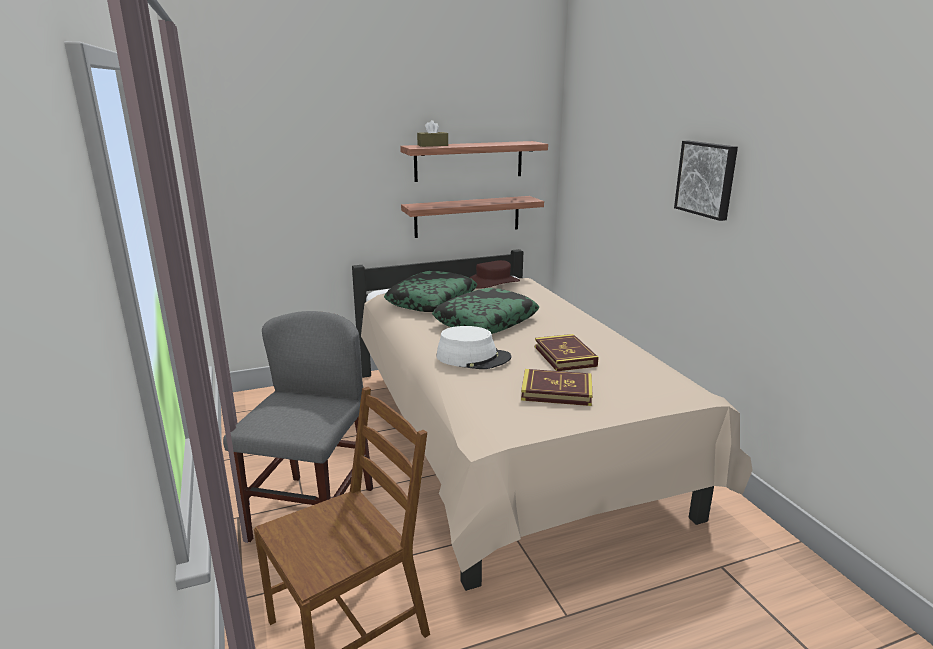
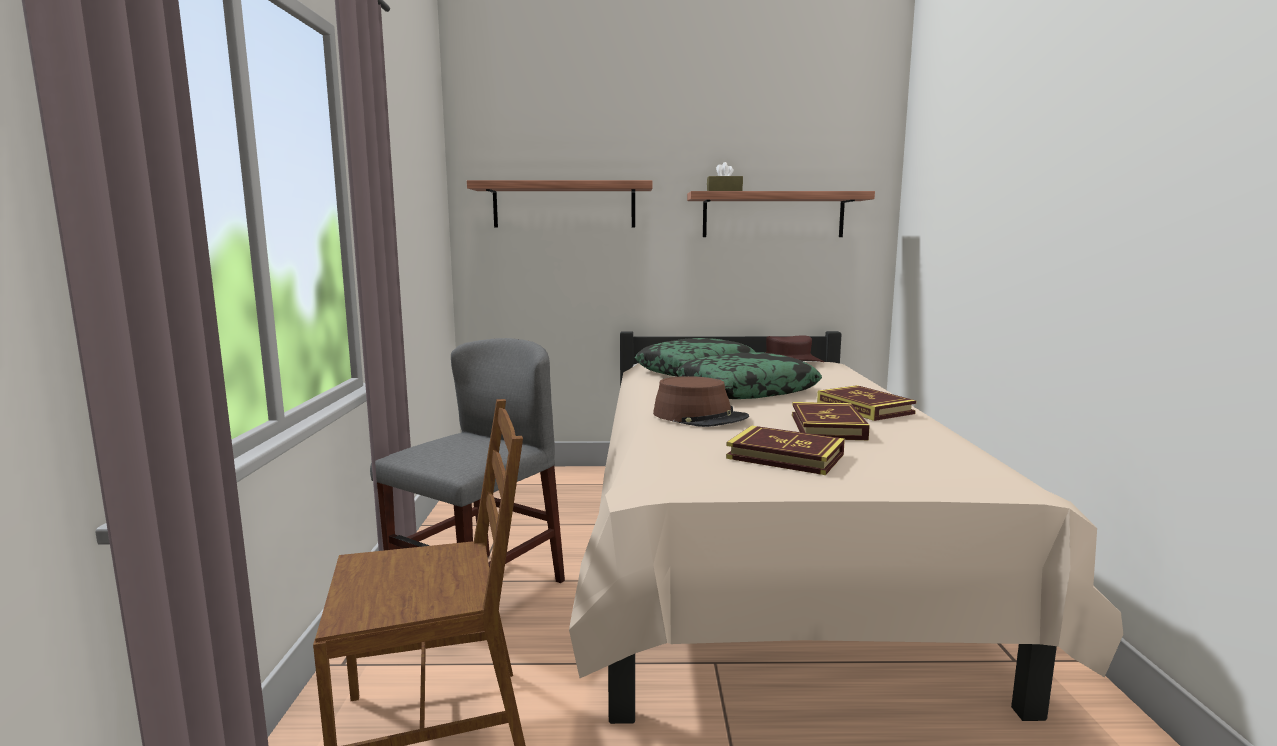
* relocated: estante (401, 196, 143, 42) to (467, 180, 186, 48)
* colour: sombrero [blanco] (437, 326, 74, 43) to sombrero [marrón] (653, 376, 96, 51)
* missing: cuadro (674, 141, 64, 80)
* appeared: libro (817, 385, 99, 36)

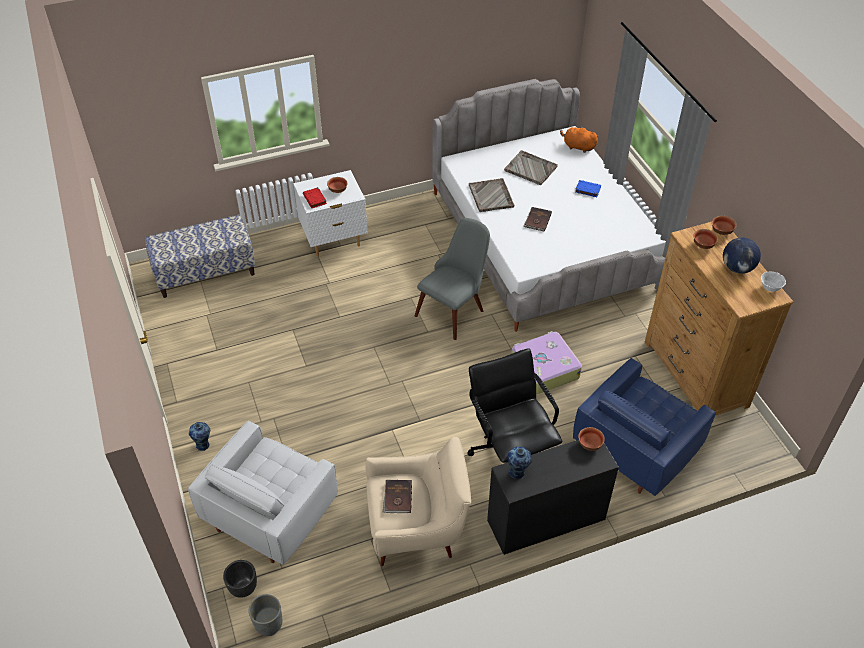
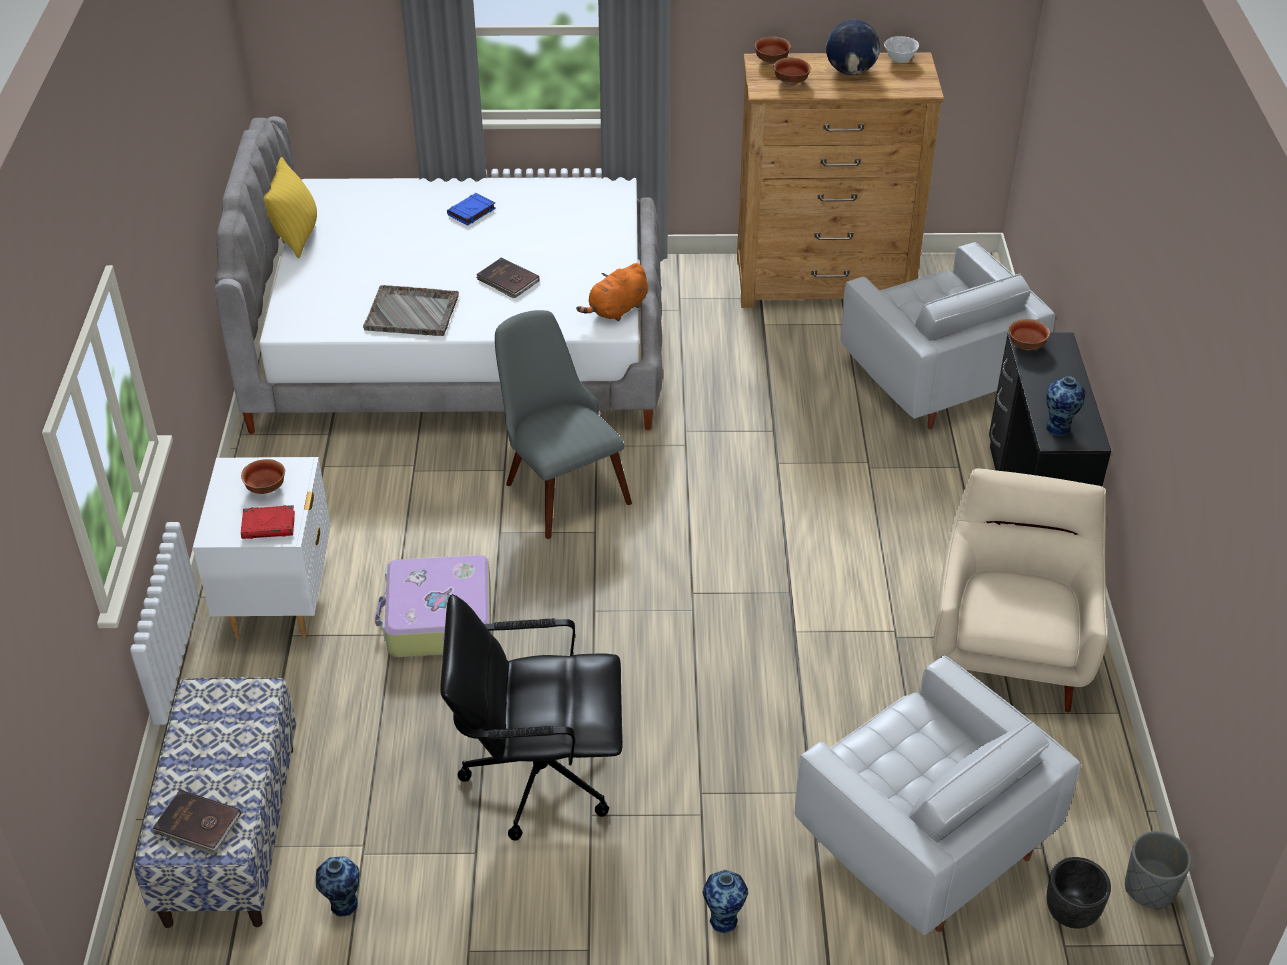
* relocated: libro [marrón] (383, 480, 29, 33) to (153, 790, 88, 65)
* relocated: silla de oficina [negro] (467, 348, 95, 115) to (440, 594, 183, 247)
* missing: bandeja [gris] (504, 150, 54, 35)
* relocated: maleta (511, 331, 71, 63) to (375, 555, 116, 102)
* relocated: peluche [naranja] (560, 126, 39, 27) to (576, 263, 72, 58)
* colour: sillón [azul] (573, 358, 143, 138) to sillón [blanco] (840, 242, 215, 188)
* appeared: cojín [amarillo] (264, 157, 53, 101)
* appeared: florero (316, 856, 43, 61)

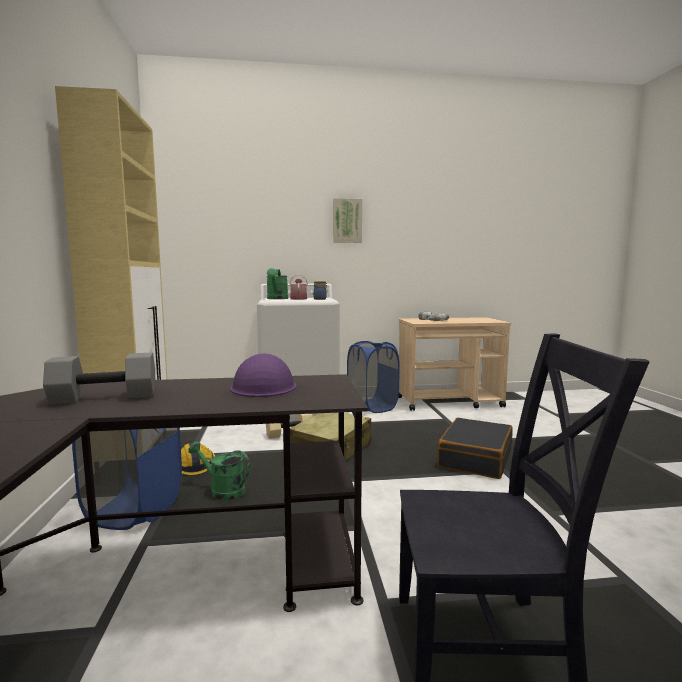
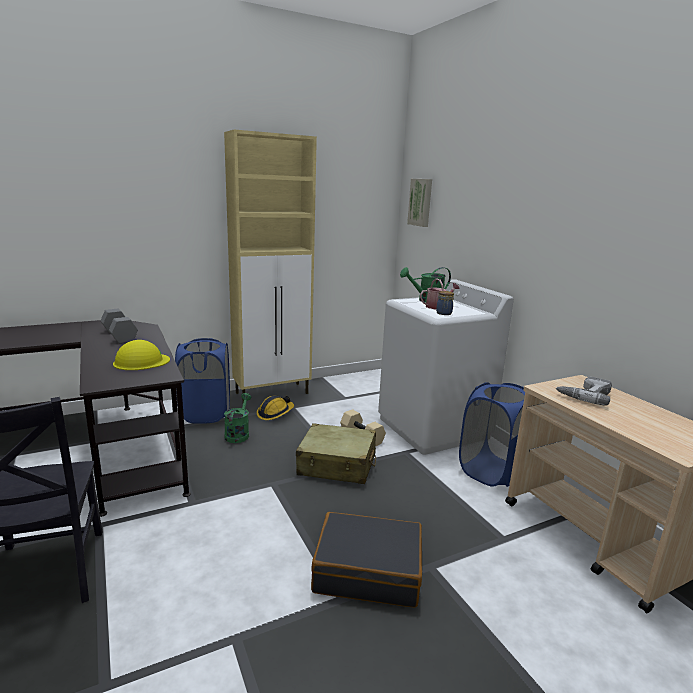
* colour: casco [morado] (230, 353, 66, 44) to casco [amarillo] (113, 340, 57, 30)
* relocated: cuadro (333, 198, 29, 45) to (407, 179, 25, 48)

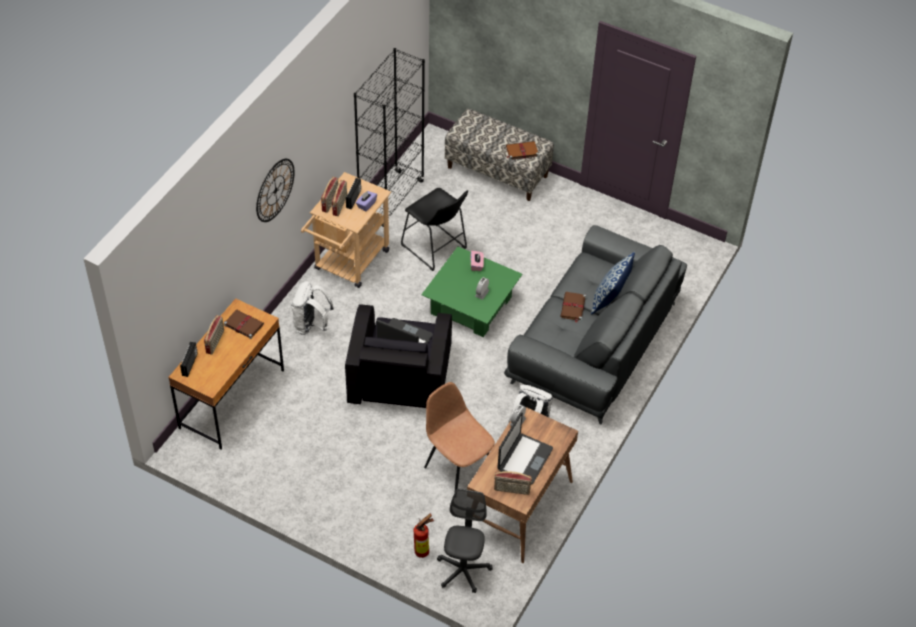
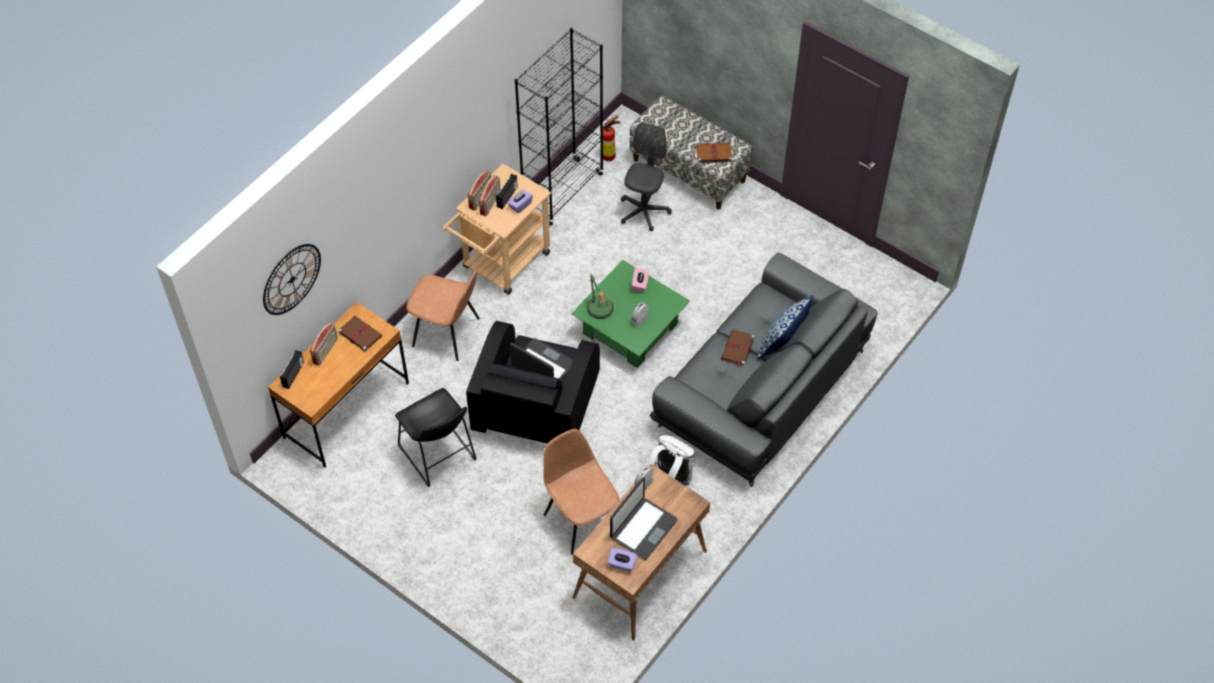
* relocated: reloj de pared (256, 159, 39, 63) to (263, 244, 58, 71)
* exchanged: mochila [blanco] (291, 281, 43, 54) to silla [marrón] (407, 269, 73, 92)
* relocated: taburete [negro] (401, 188, 67, 83) to (395, 388, 81, 99)
* relocated: extintor (413, 514, 21, 44) to (603, 115, 18, 46)
* relocated: silla de oficina [gris] (437, 488, 56, 105) to (621, 122, 51, 110)
* exchanged: radio (494, 471, 38, 24) to caja de pañuelos [morado] (608, 548, 29, 24)
* appeared: lámpara de mesa (587, 272, 26, 47)

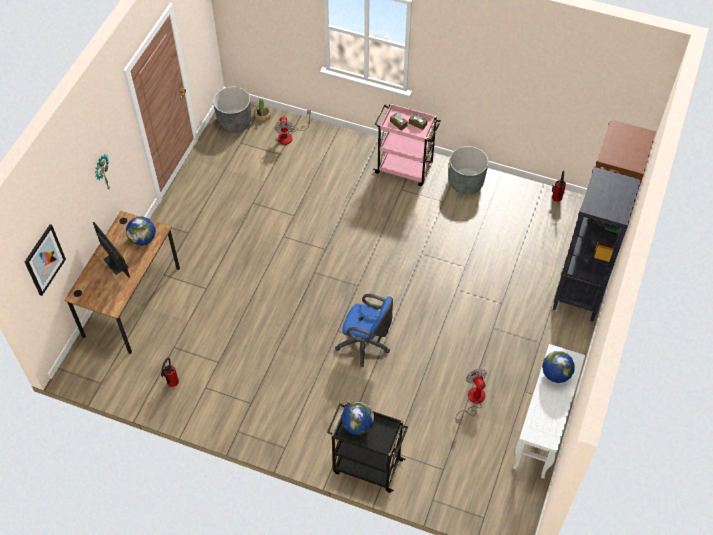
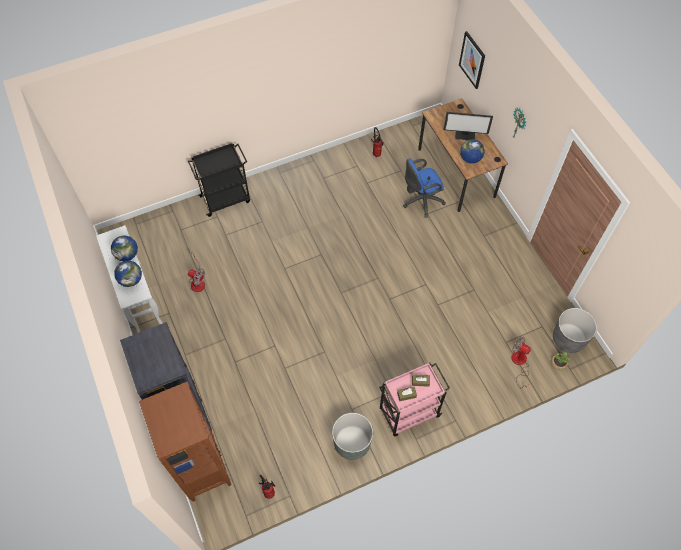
* relocated: silla de oficina [azul] (335, 294, 58, 73) to (403, 158, 43, 60)
* relocated: globo terráqueo (341, 402, 33, 33) to (111, 235, 27, 26)

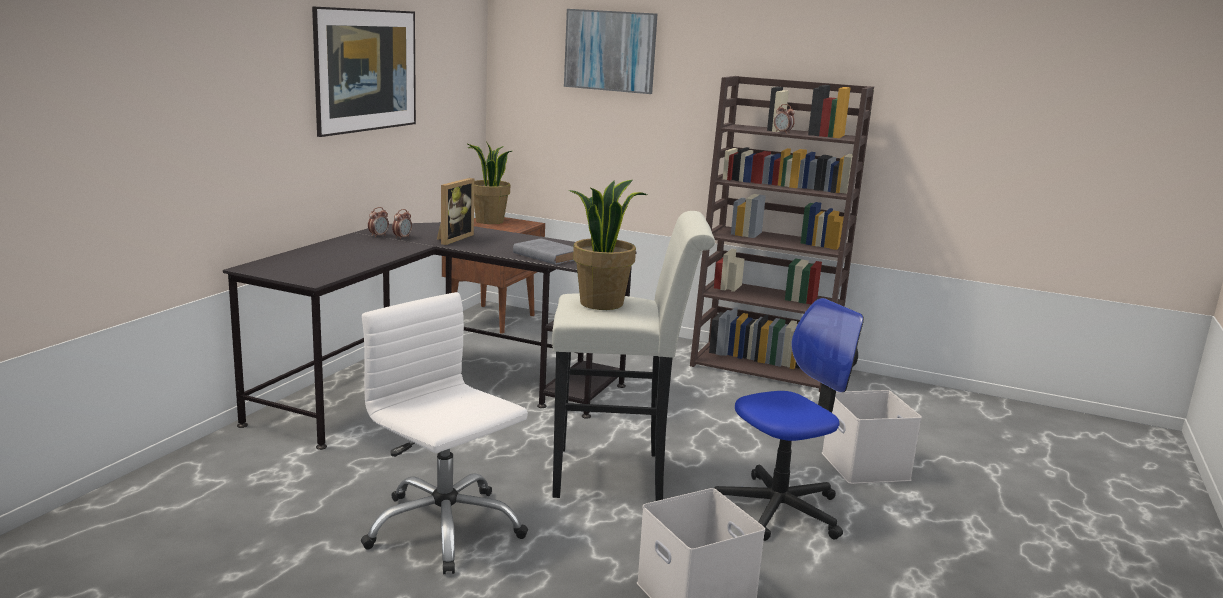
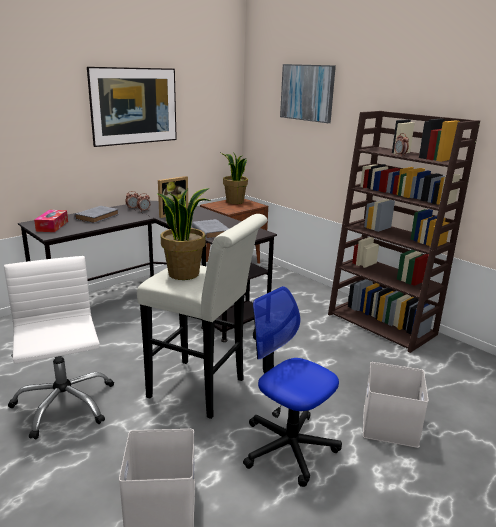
* spun: silla de oficina (714, 298, 150, 243) = (243, 286, 99, 201) 135 degrees counterclockwise
* appeared: caja de pañuelos (34, 210, 34, 22)
* appeared: libro [gris] (74, 206, 45, 17)

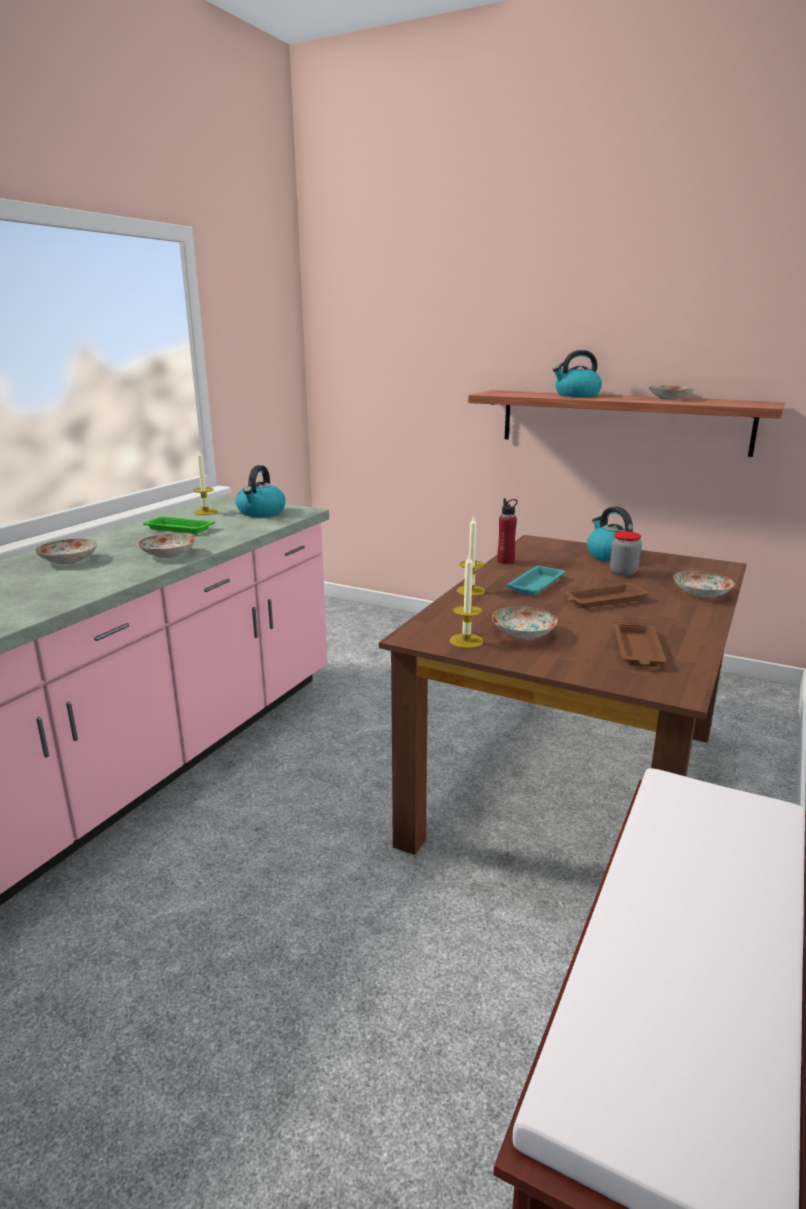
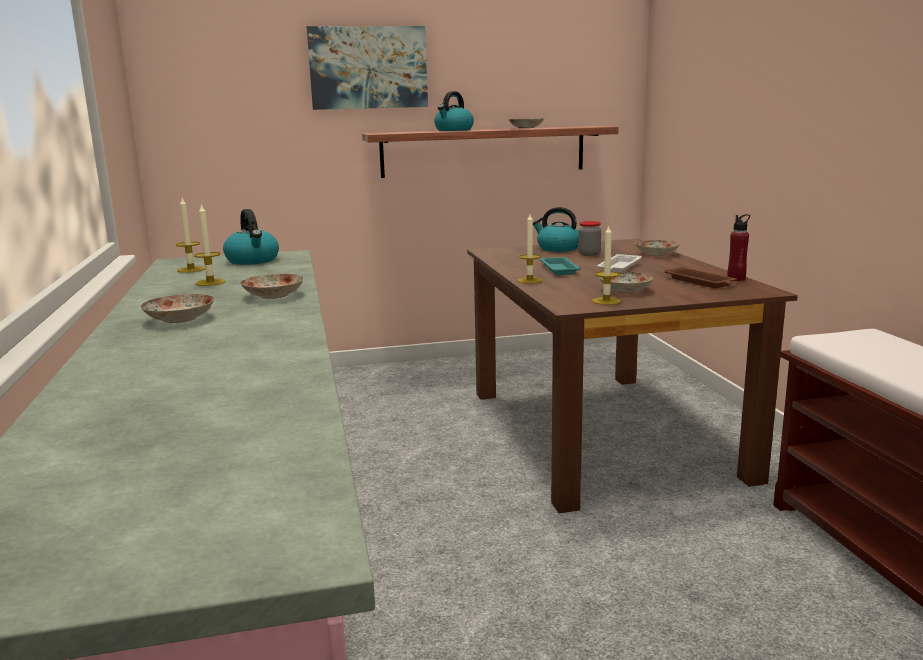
* exchanged: bandeja [verde] (143, 517, 72, 17) to vela (194, 204, 32, 82)
* relocated: botella [rojo] (497, 498, 21, 66) to (727, 214, 23, 67)
* colour: bandeja [marrón] (563, 582, 86, 26) to bandeja [blanco] (597, 254, 45, 18)
* appeared: cuadro (307, 26, 121, 84)

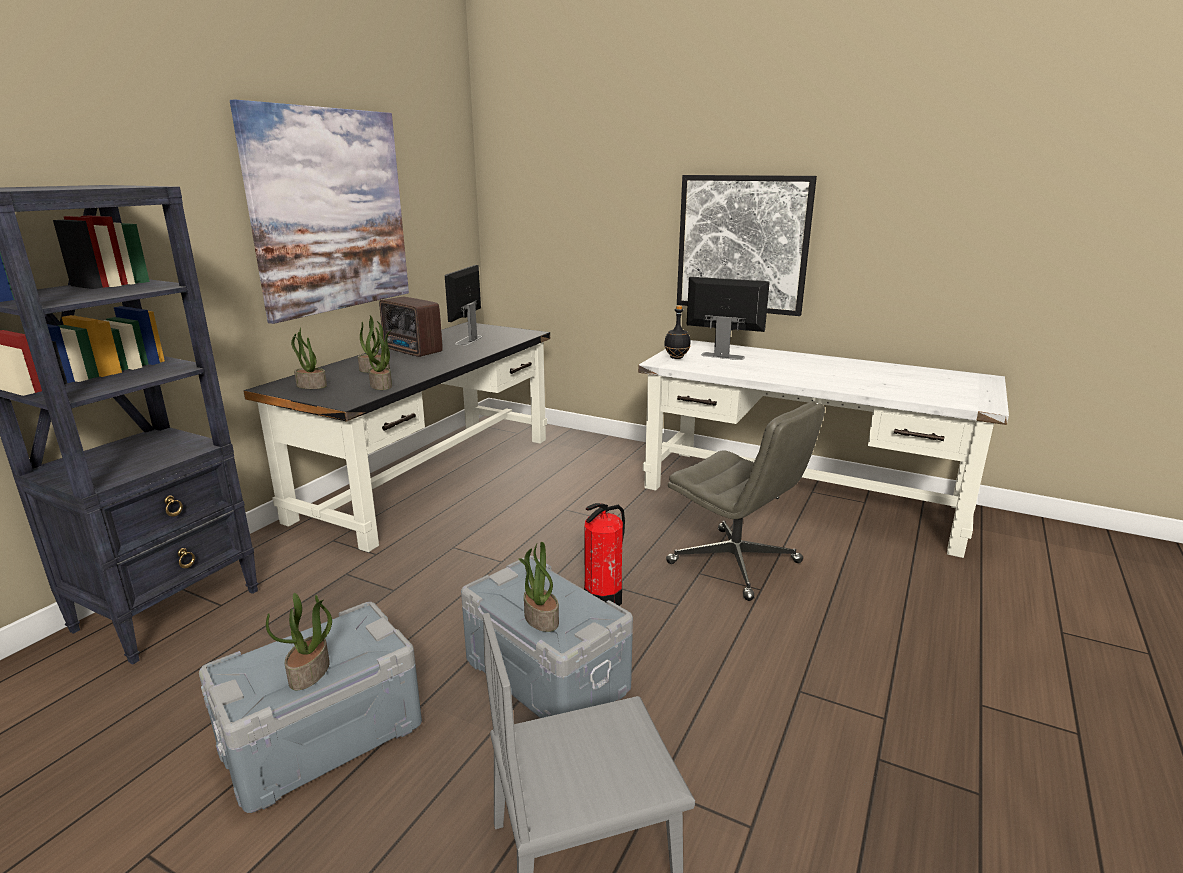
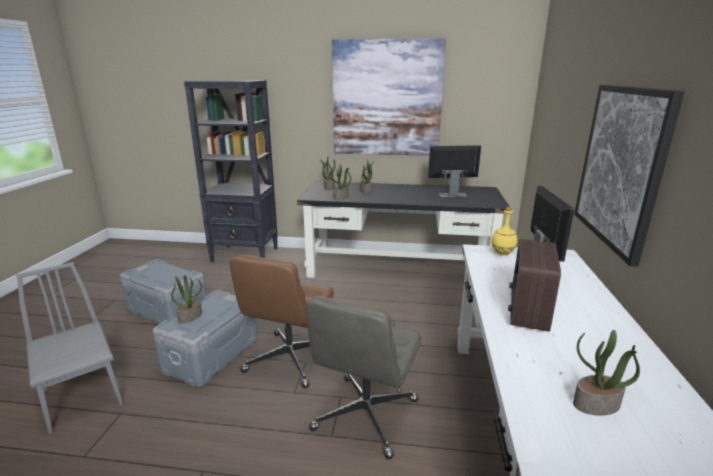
* relocated: planta en maceta (266, 593, 66, 97) to (573, 330, 67, 86)
* relocated: radio (379, 297, 64, 60) to (508, 239, 53, 93)
* exchanged: extintor (584, 503, 41, 103) to silla de oficina [marrón] (230, 254, 104, 134)
* colour: botella [negro] (664, 306, 26, 53) to botella [amarillo] (491, 207, 26, 49)

